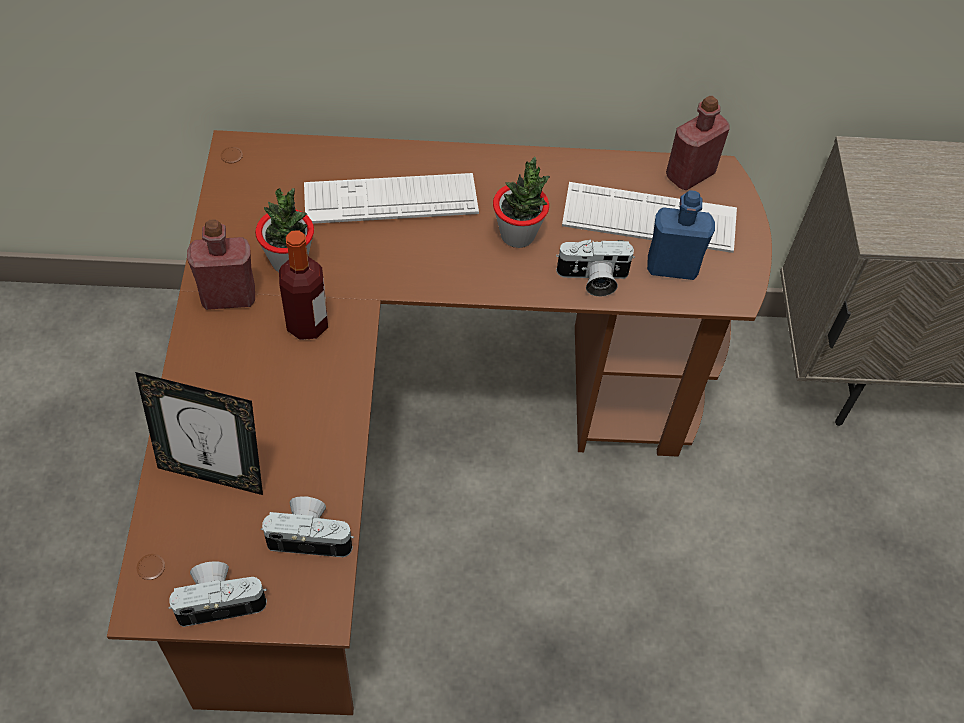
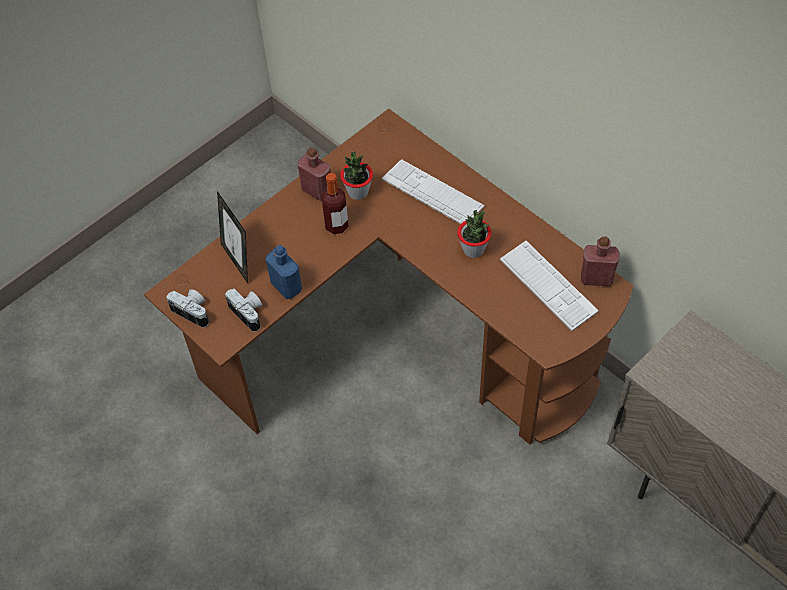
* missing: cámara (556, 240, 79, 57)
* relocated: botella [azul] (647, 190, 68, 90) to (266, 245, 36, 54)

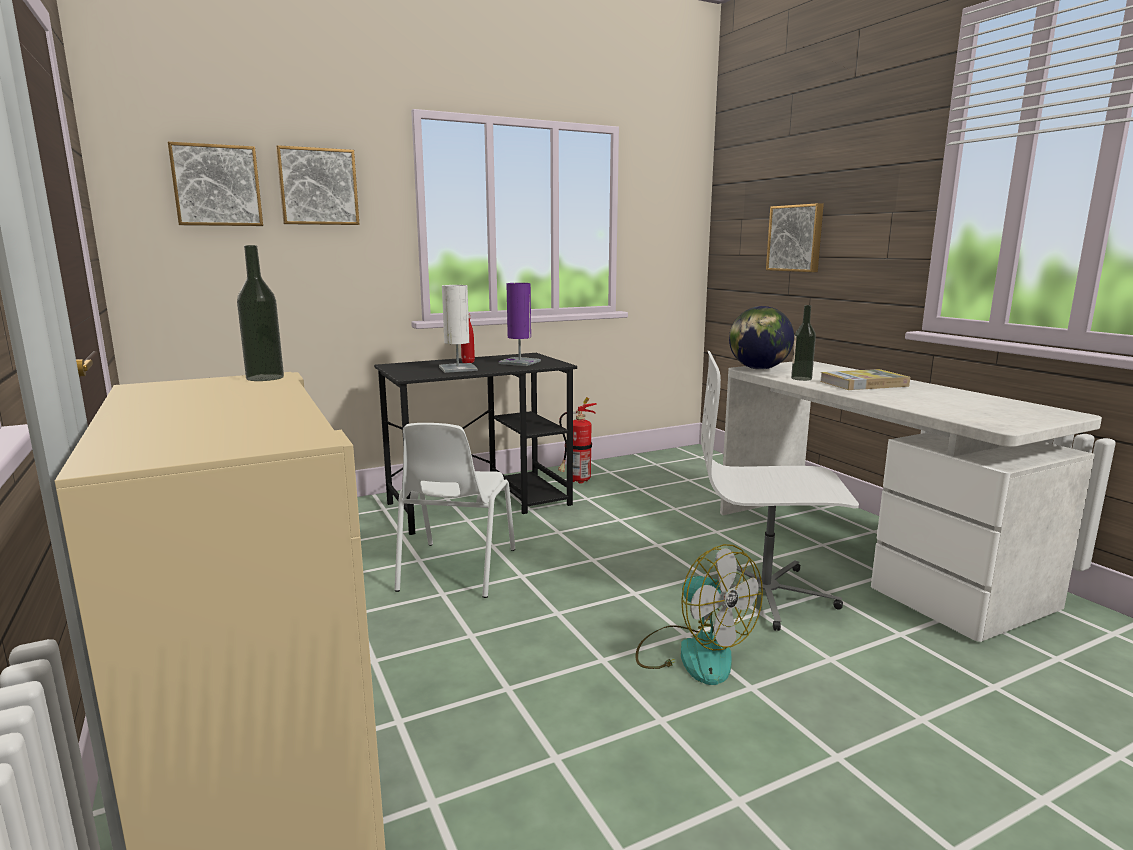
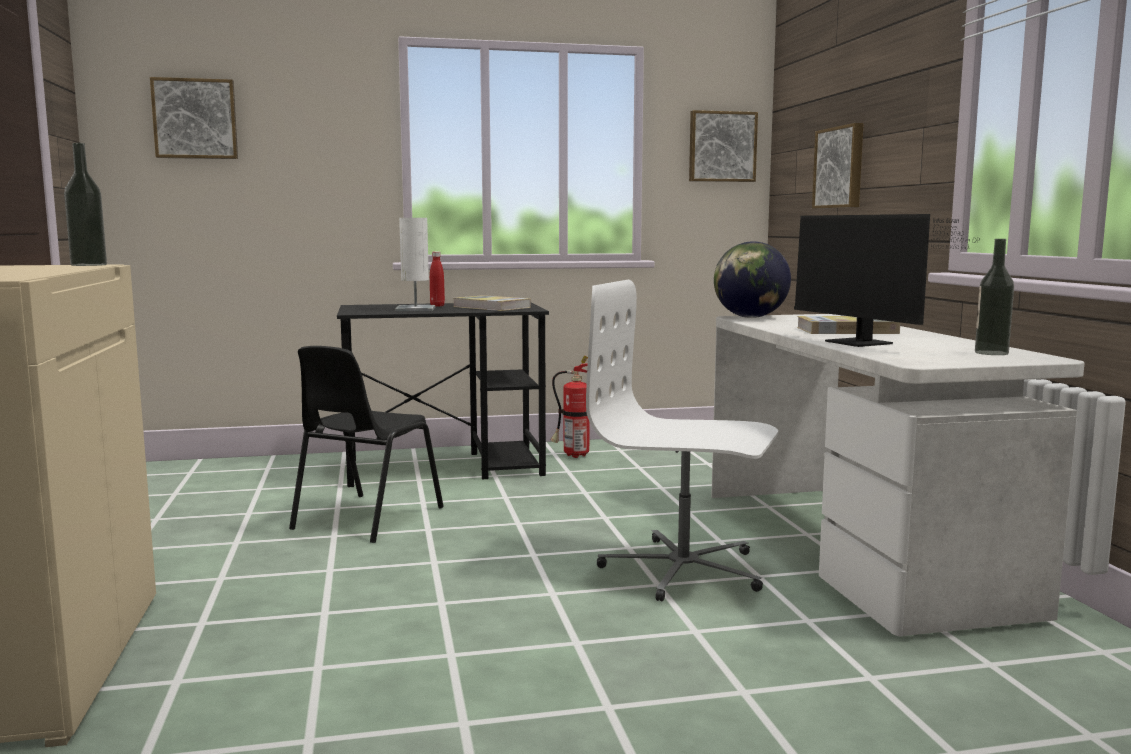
* relocated: cuadro (276, 145, 83, 80) to (689, 110, 69, 72)
* colour: silla [blanco] (394, 423, 121, 175) to silla [negro] (289, 346, 155, 197)
* exchanged: lámpara de mesa [morado] (499, 283, 42, 83) to libro (453, 295, 78, 16)
* missing: ventilador (635, 544, 128, 141)
* relocated: botella (791, 305, 25, 76) to (975, 239, 39, 116)
* appeared: monitor (794, 214, 184, 133)

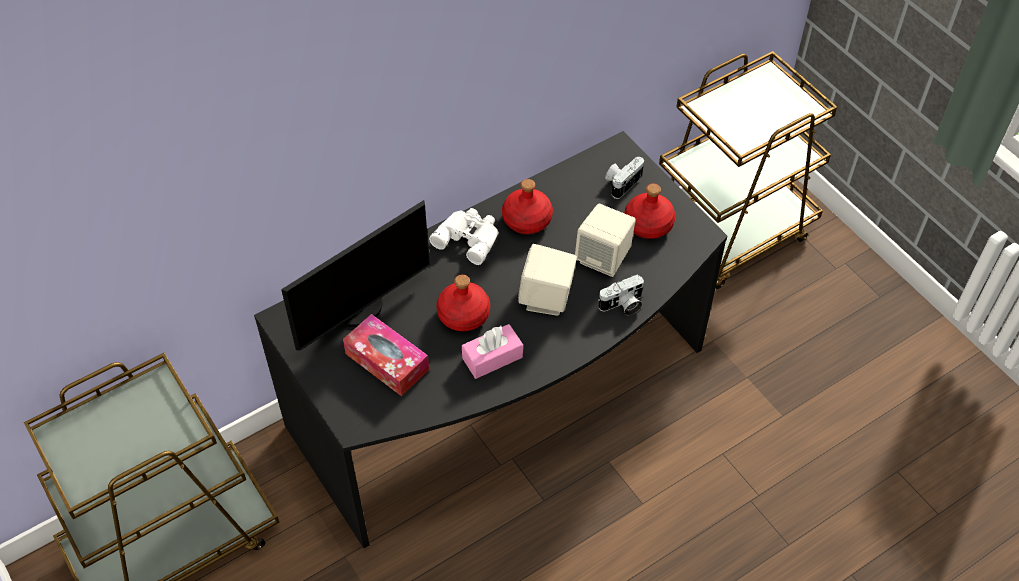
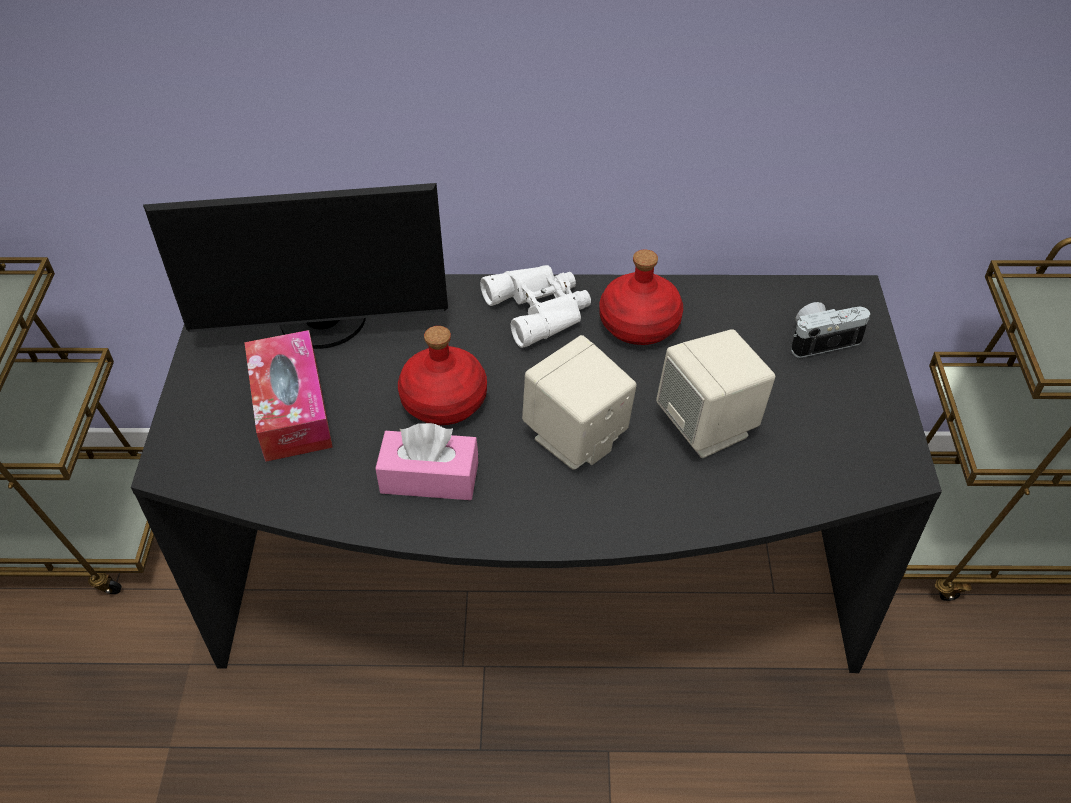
* missing: cámara (598, 274, 46, 41)
* missing: botella [rojo] (624, 183, 52, 56)

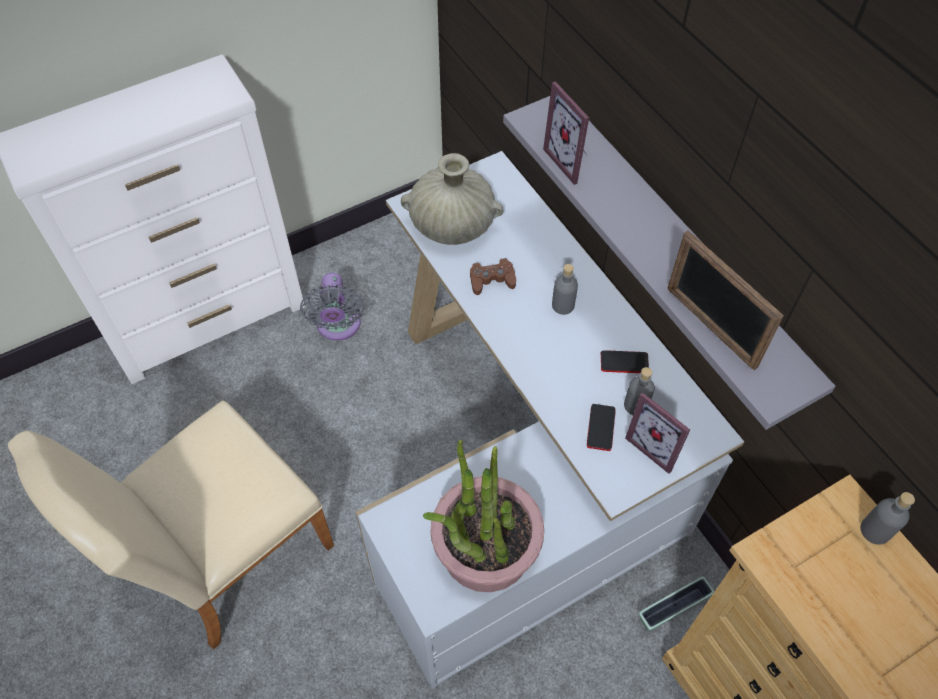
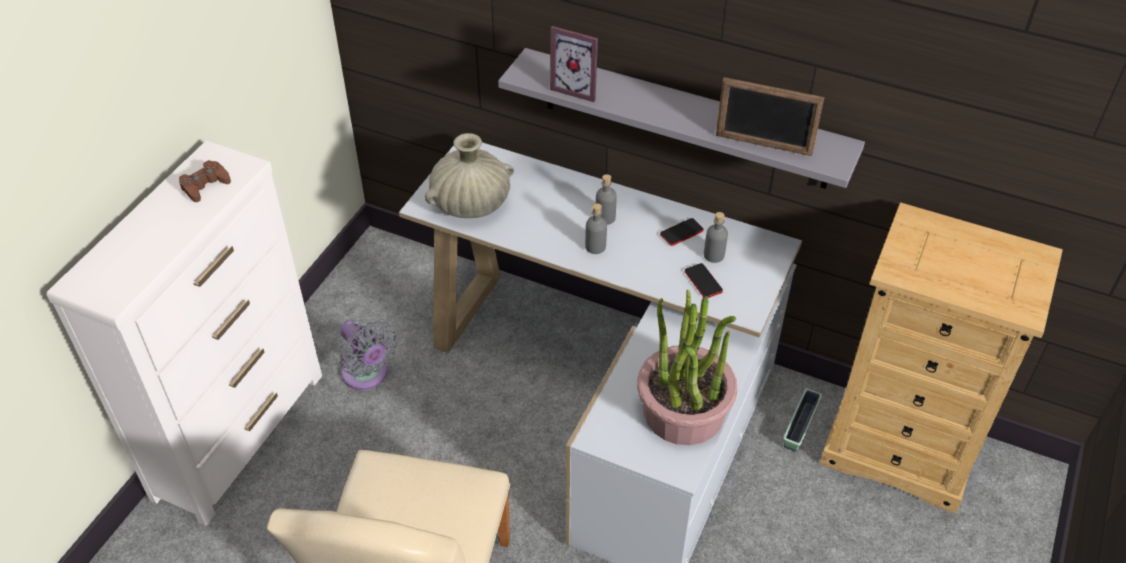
* relocated: mando de consola [marrón] (470, 258, 46, 37) to (179, 160, 52, 42)
* missing: portarretratos (625, 393, 65, 81)
* relocated: botella [gris] (860, 492, 55, 53) to (585, 203, 22, 51)

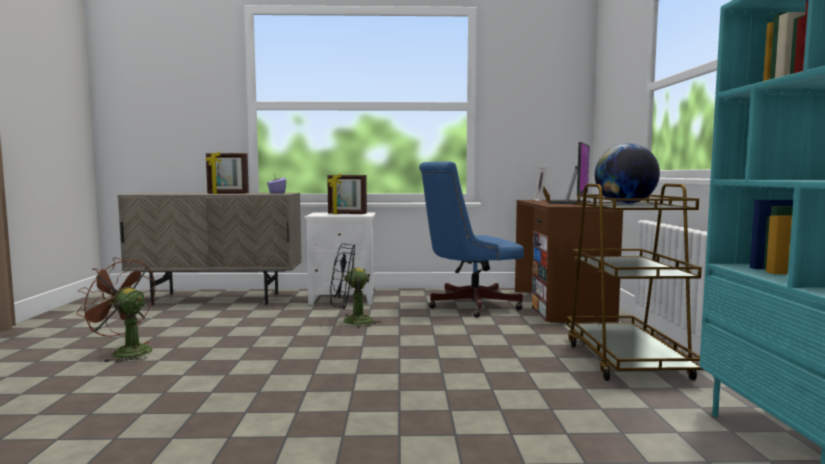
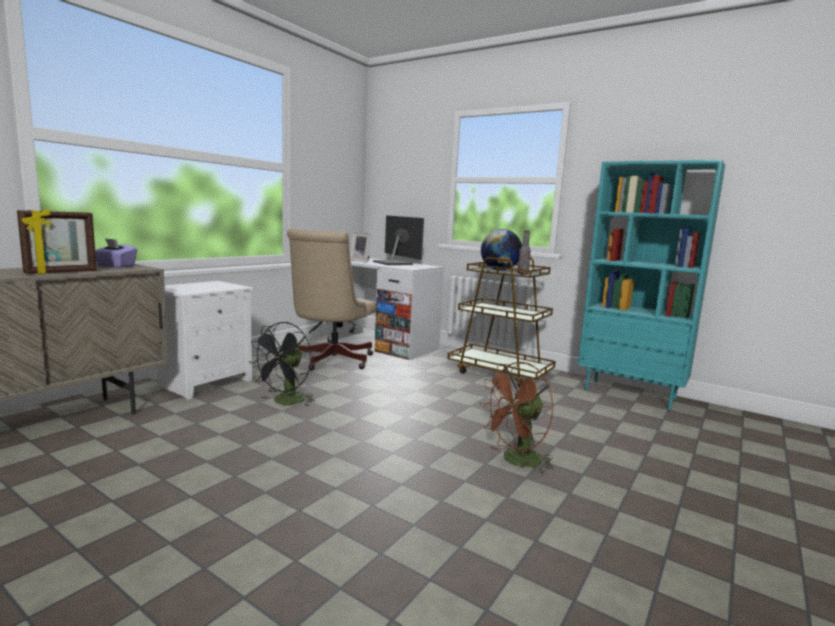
* relocated: ventilador [marrón] (76, 257, 79, 106) to (479, 362, 75, 112)
* missing: portarretratos (327, 173, 40, 41)
* colour: silla de oficina [azul] (419, 161, 105, 156) to silla de oficina [beis] (287, 228, 89, 143)
* colour: escritorio [marrón] (515, 200, 108, 123) to escritorio [blanco] (327, 258, 117, 102)
* appeared: botella (517, 231, 14, 44)

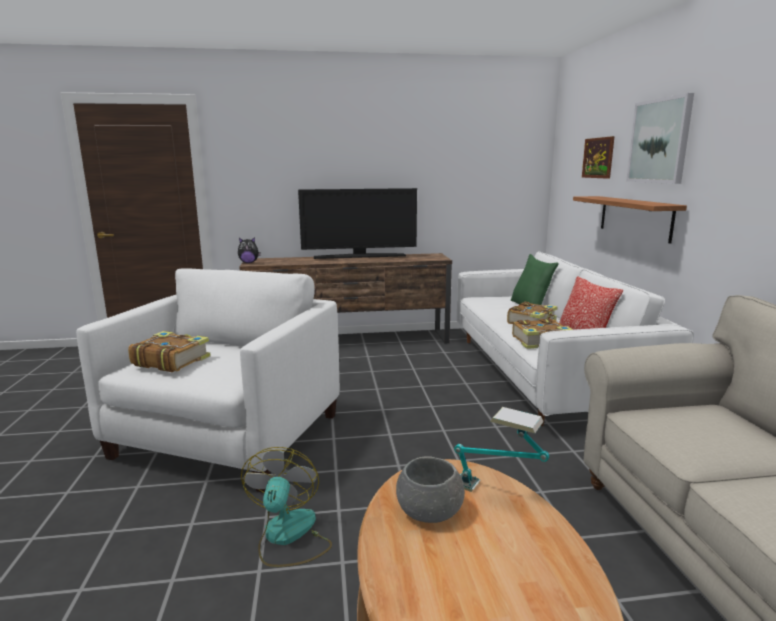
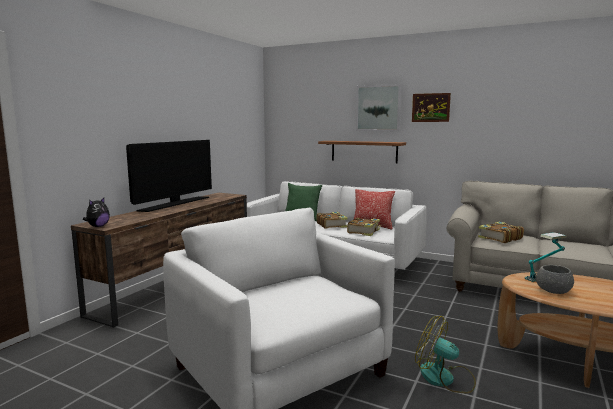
* relocated: libro (128, 331, 83, 41) to (478, 222, 46, 21)
* relocated: cuadro (582, 136, 33, 43) to (412, 93, 39, 29)

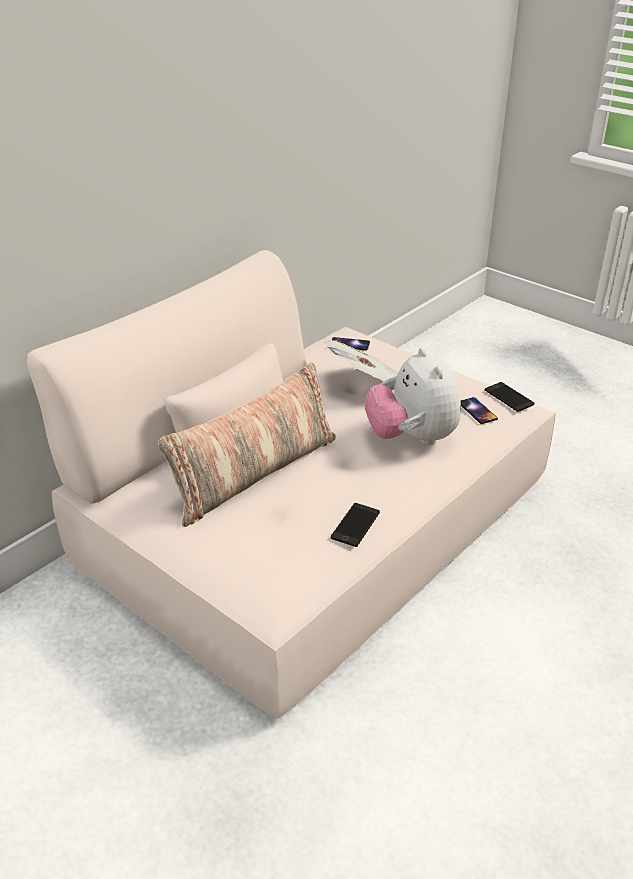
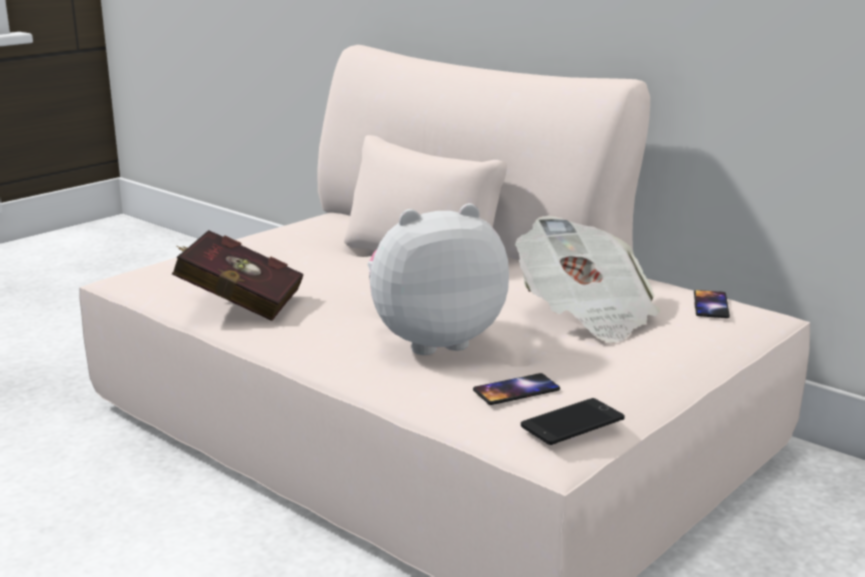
* missing: cojín (158, 363, 178, 164)
* exchanged: móvil (331, 503, 49, 44) to libro [rojo] (172, 230, 132, 91)

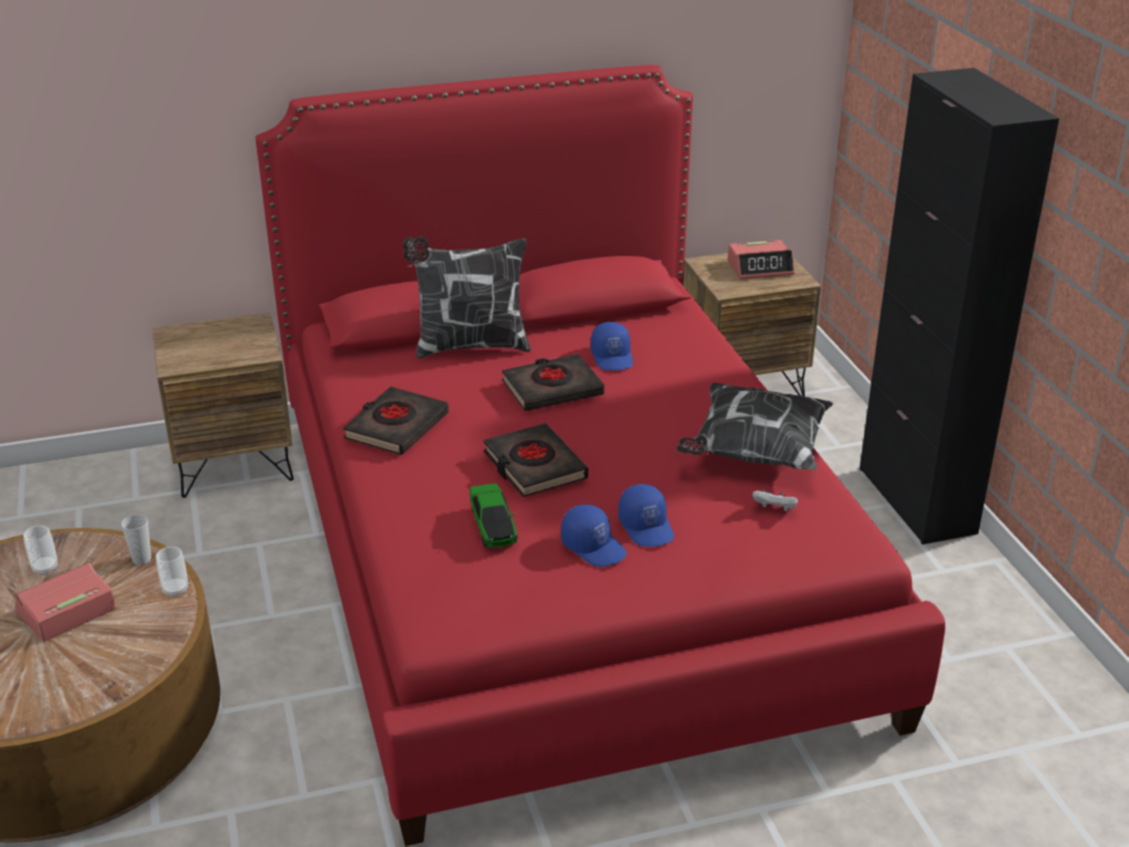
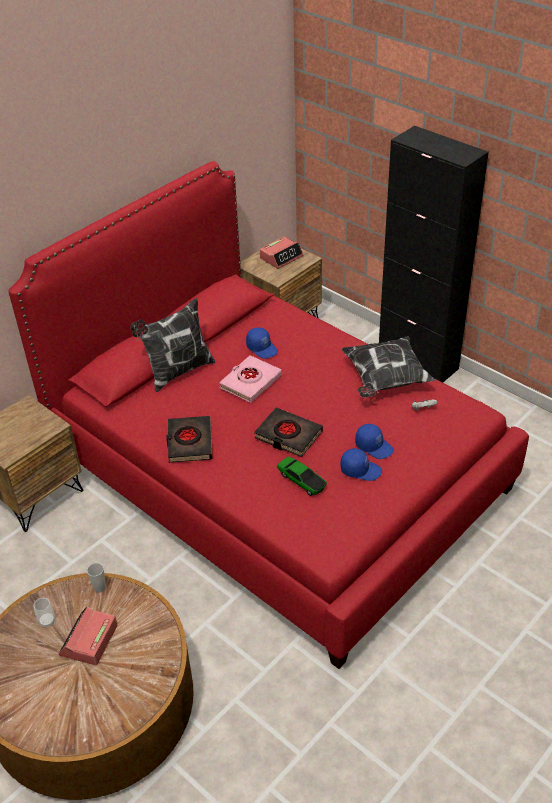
* missing: taza (156, 547, 32, 50)
* colour: libro [negro] (502, 354, 102, 57) to libro [rosa] (219, 355, 63, 48)

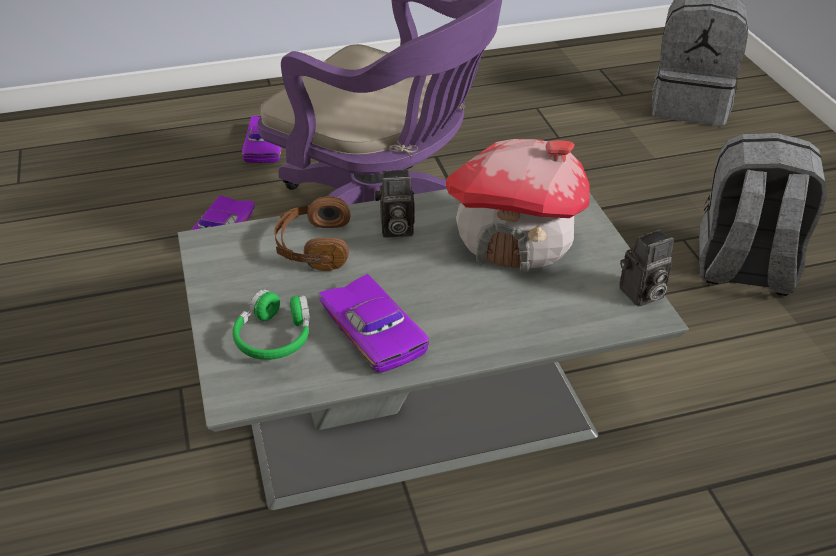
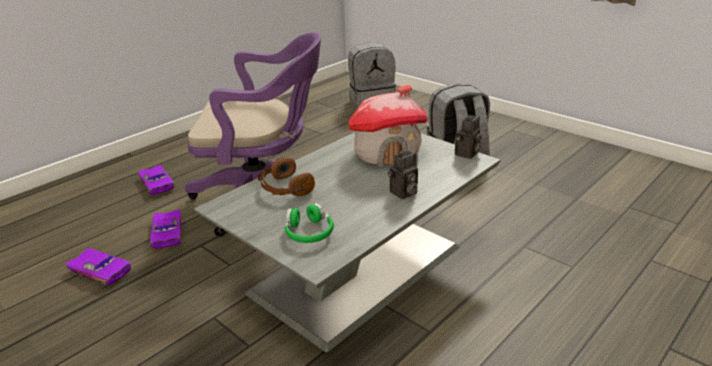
* relocated: coche de juguete [morado] (319, 274, 110, 98) to (65, 248, 66, 38)
* relocated: cámara (375, 170, 39, 68) to (388, 150, 30, 49)

